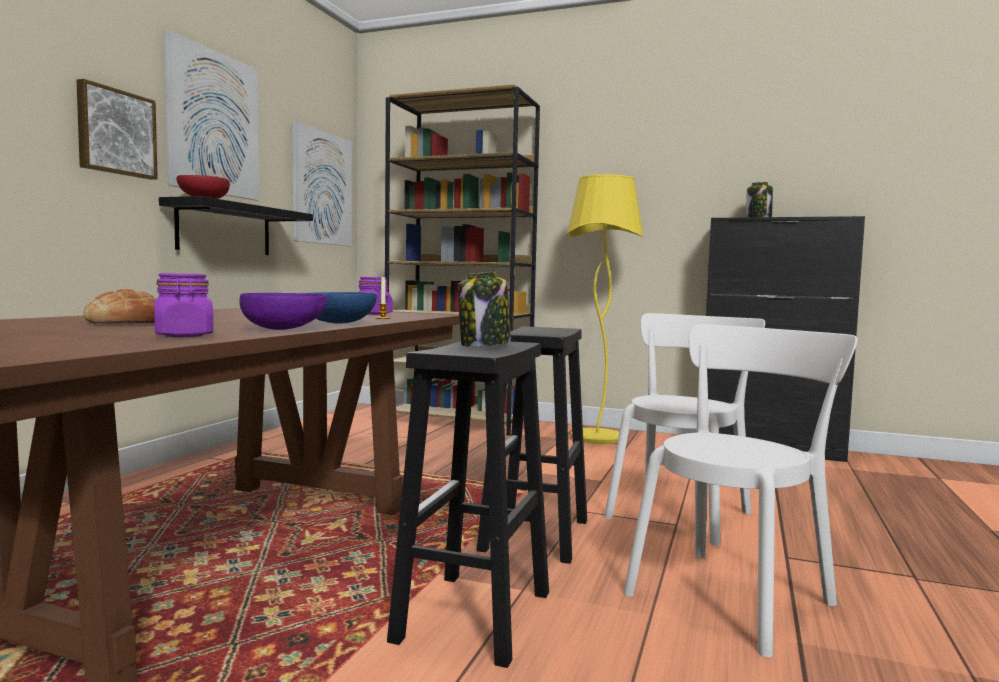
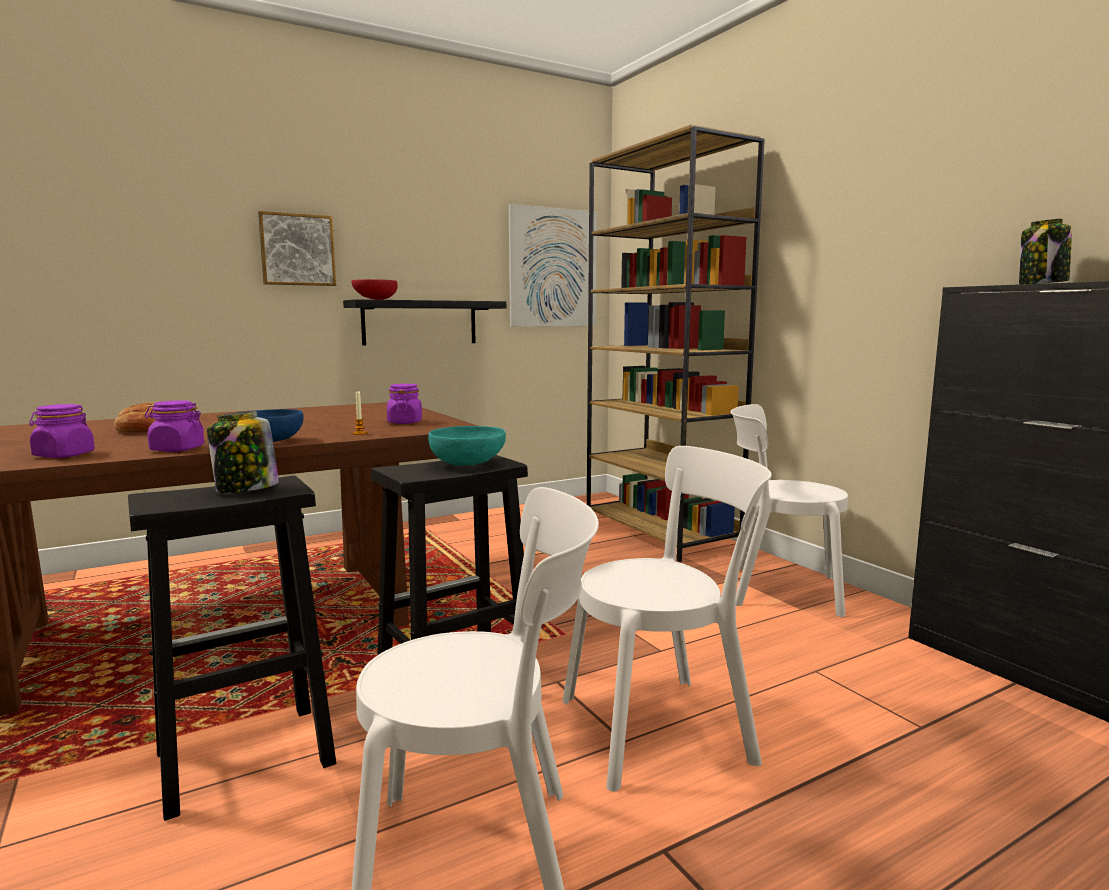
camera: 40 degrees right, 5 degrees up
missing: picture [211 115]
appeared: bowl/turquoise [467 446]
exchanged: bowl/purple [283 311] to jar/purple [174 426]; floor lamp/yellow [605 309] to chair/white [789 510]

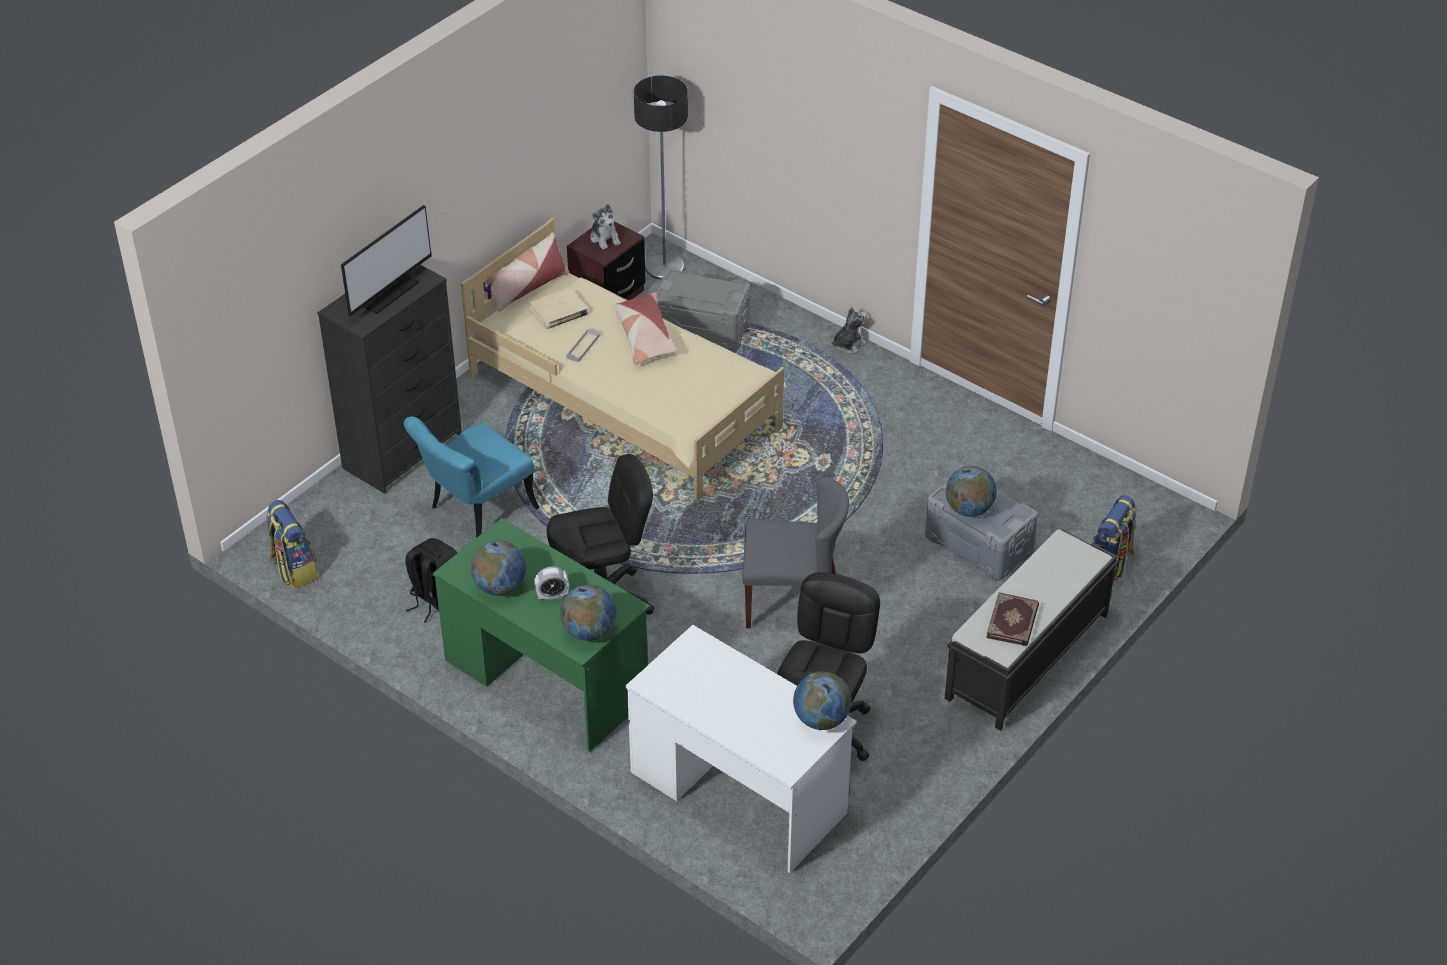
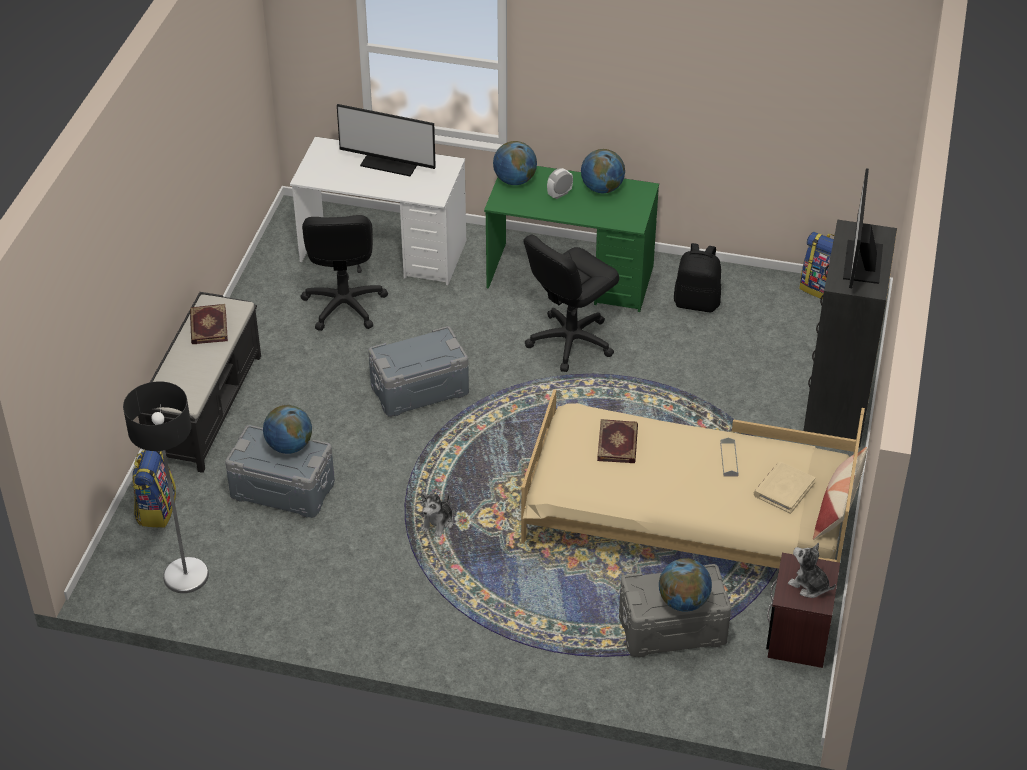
camera: 155 degrees right, 0 degrees up
missing: chair/turquoise [472 477]; pillow [644 328]
appeared: monitor [386 140]; book [617 441]
relocated: floor lamp [661 178] to [166 487]; globe [822 700] to [685 585]; plush toy [849 330] to [437 515]
exchanged: chair/grey [795 552] to storage box/grey [418 371]

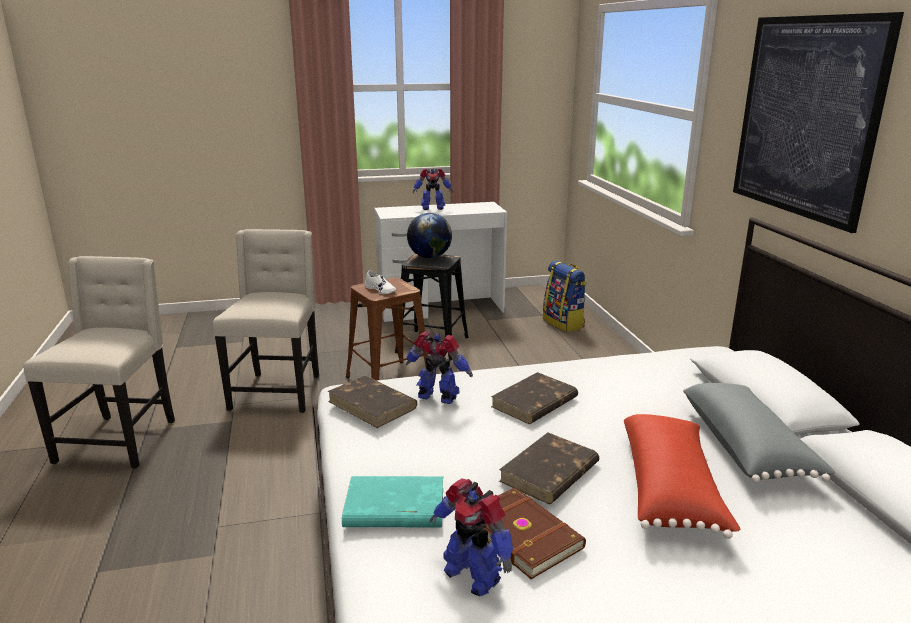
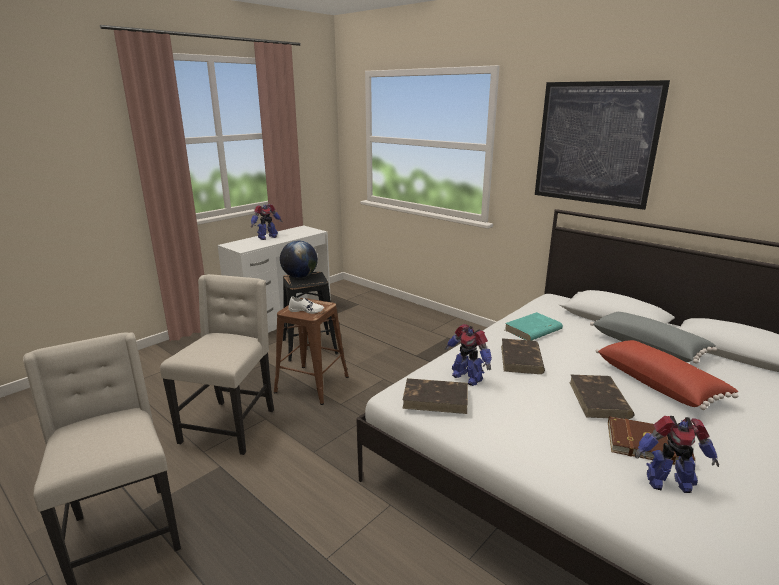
camera: 35 degrees left, 0 degrees up
missing: backpack [565 296]
relocated: book/turquoise [392 501] to [534 326]
spun: chair/beige [266 321] = [217 364] 45 degrees clockwise; toy robot [439 367] = [468 355] 120 degrees counterclockwise

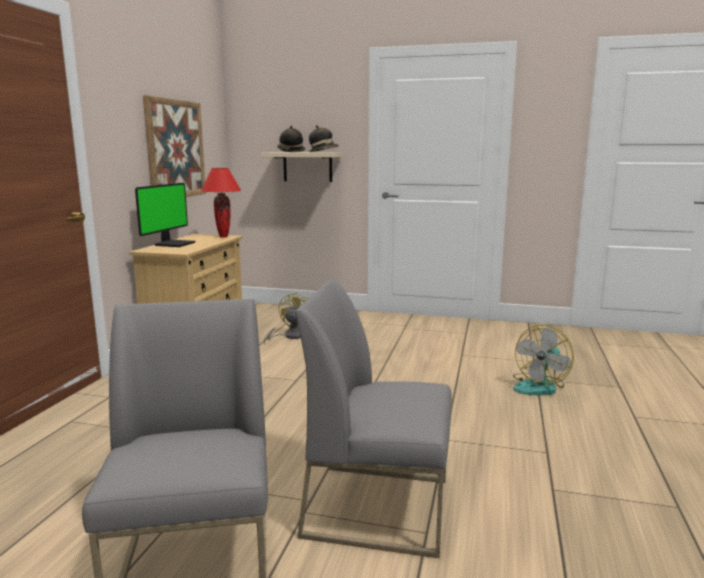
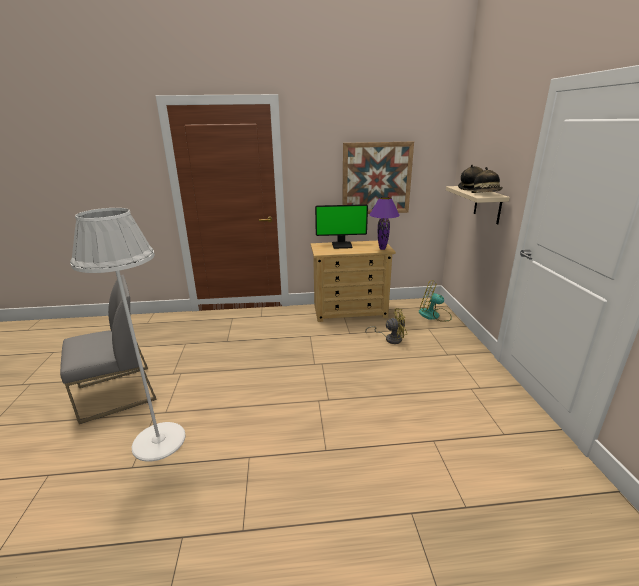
camera: 70 degrees right, 10 degrees up
relocated: fan [543 360] to [435 301]
exchanged: chair/grey [374 418] to floor lamp/white [128 335]
colour: table lamp/red [221 203] to table lamp/purple [384 223]

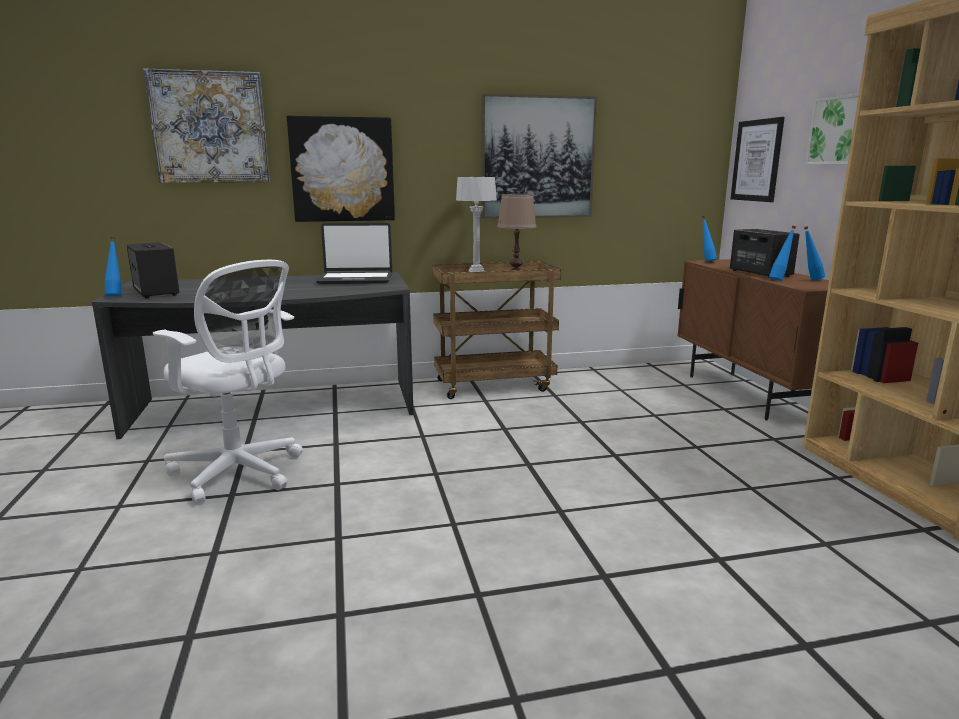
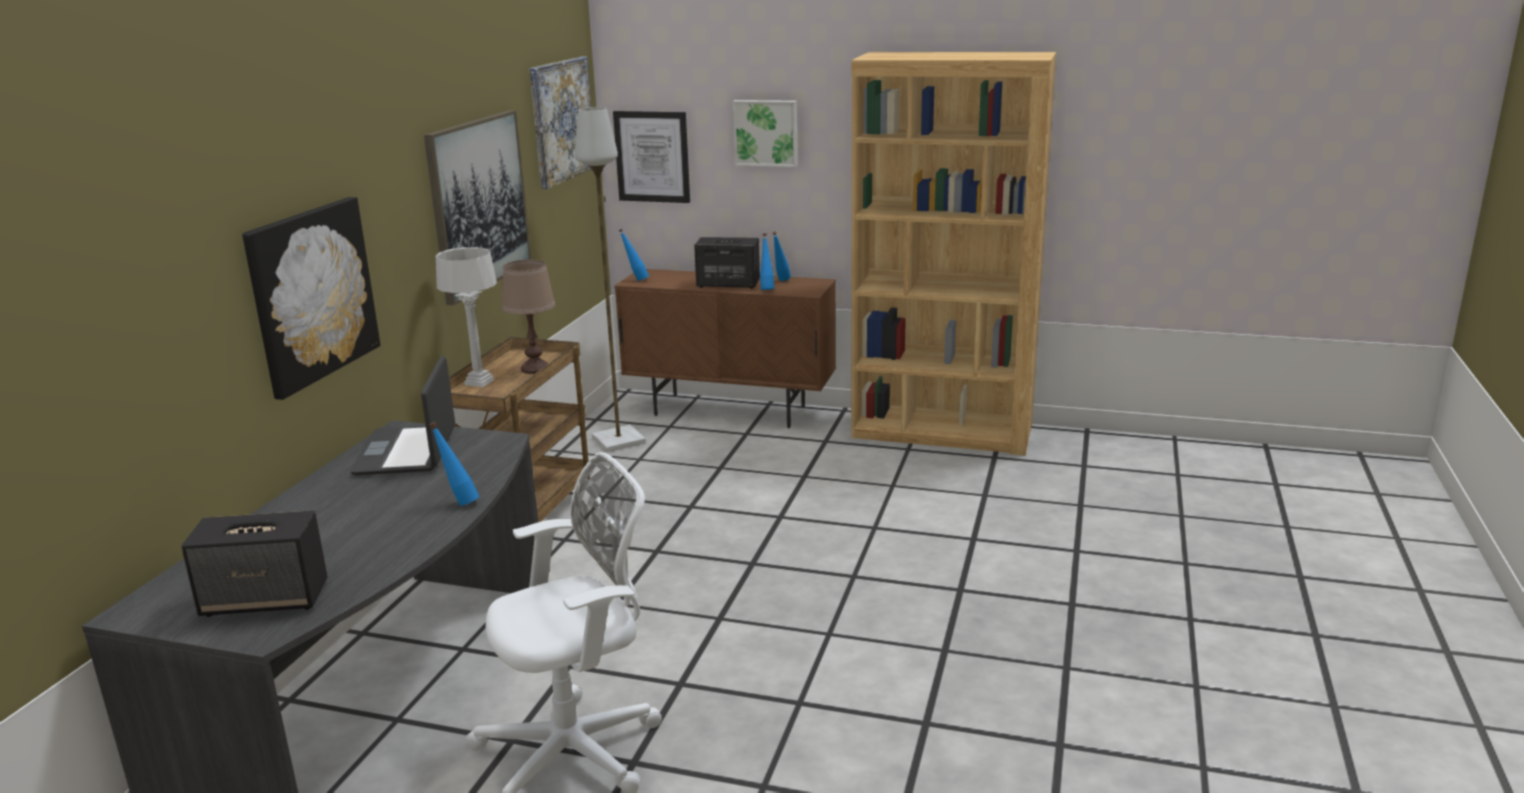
camera: 60 degrees left, 5 degrees up
appeared: floor lamp/grey [610 279]
relocated: bottle/blue [113 266] to [454 464]; picture [206 125] to [560 122]
spun: laptop [354 253] = [403 415] 150 degrees clockwise

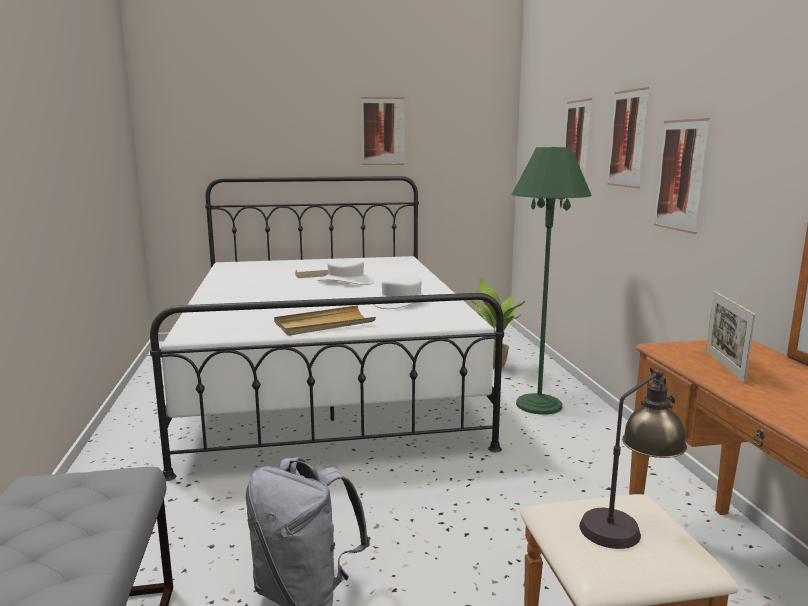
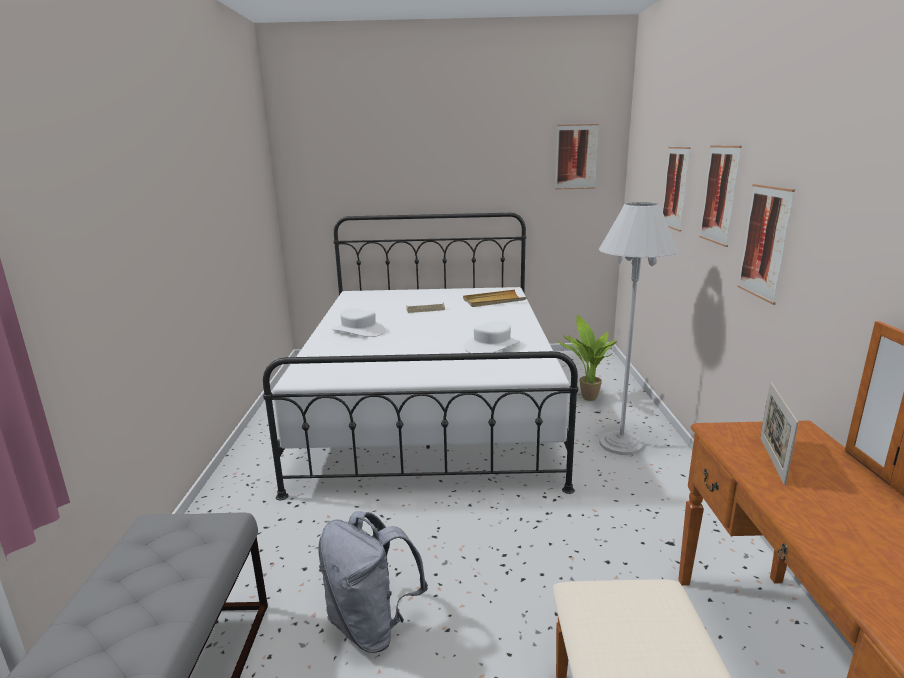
camera: 10 degrees right, 5 degrees up
missing: table lamp [633 458]
relocated: tray/beige [325 320] to [495 298]; hat/white [345 272] to [358 322]; picture [382 131] to [577 157]
colour: floor lamp/green [551 281] to floor lamp/white [638 328]

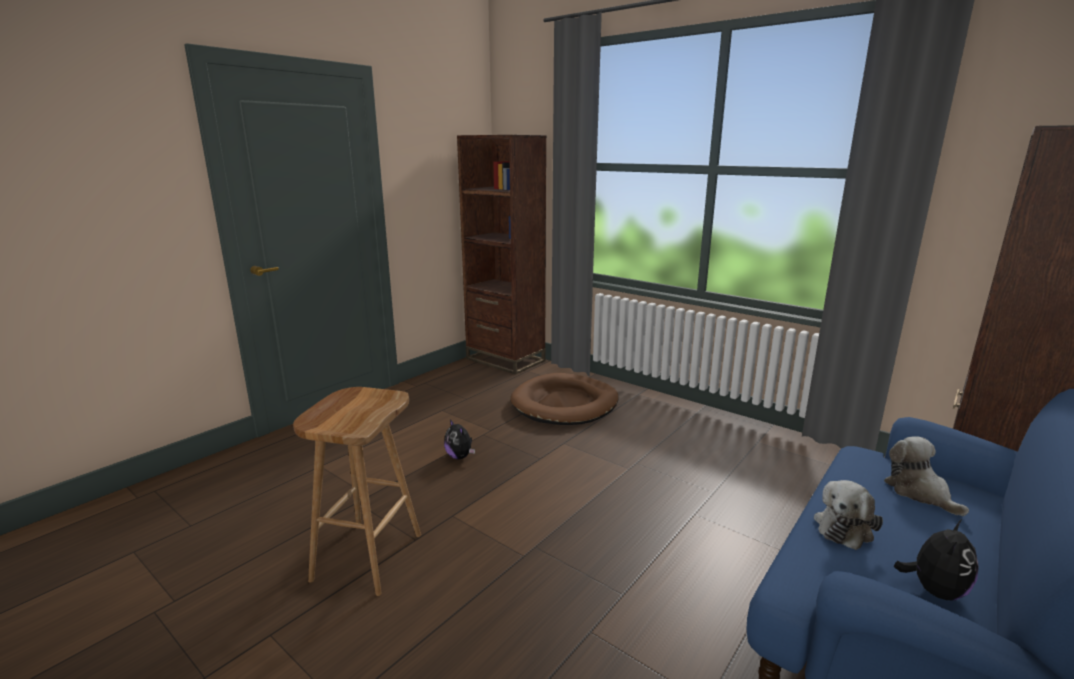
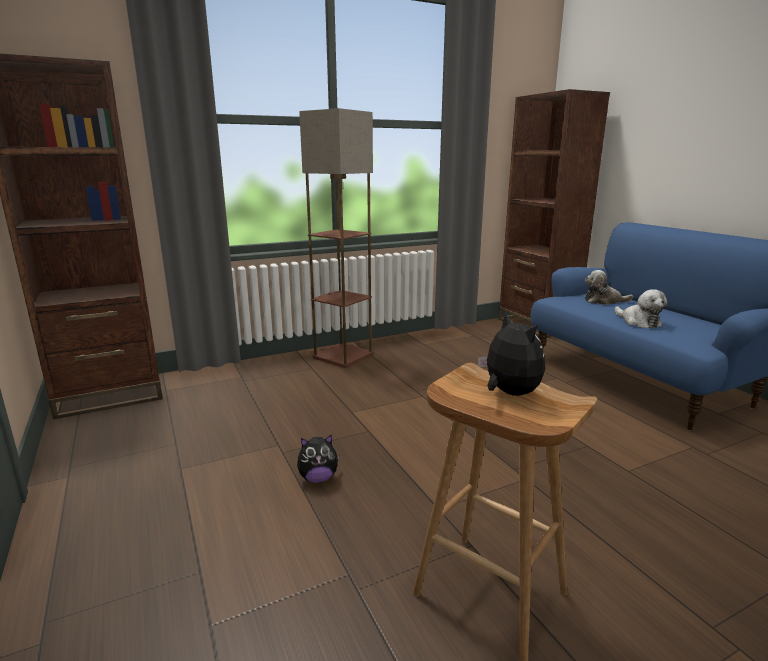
camera: 65 degrees left, 0 degrees up
missing: dog bed/brown [564 399]
appeared: floor lamp [336 238]
relocated: plush toy [936 559] to [511 354]

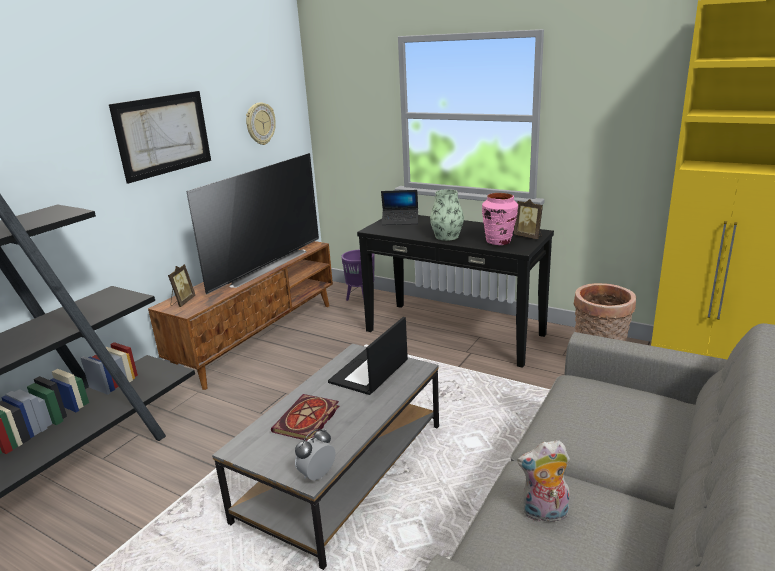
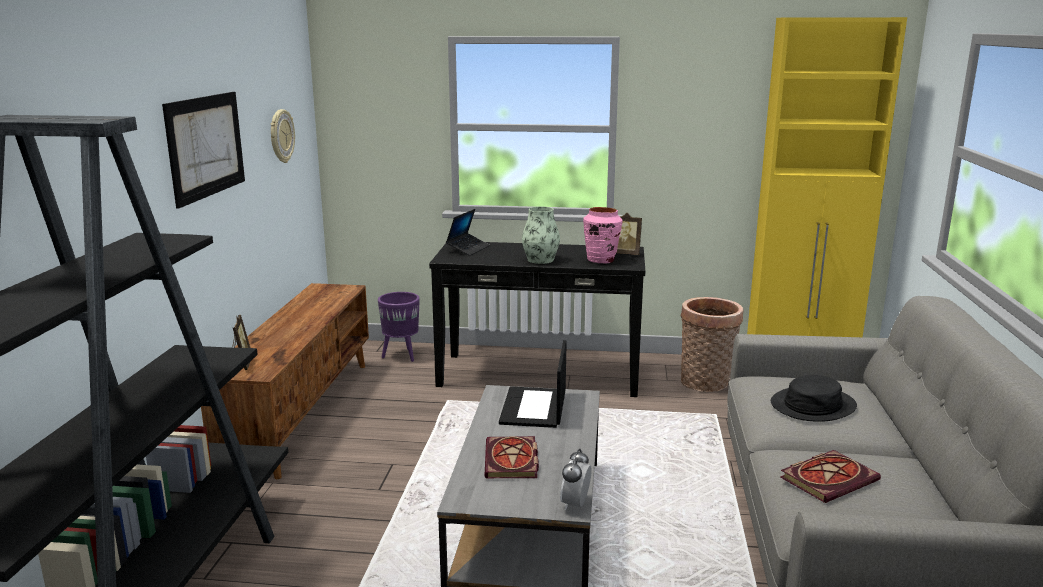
camera: 25 degrees left, 5 degrees down
missing: television [252 224]
appeared: hat/black [814 398]
exchanged: plush toy [543 481] to book [830 476]
spun: laptop [399 207] = [468 232] 45 degrees counterclockwise

